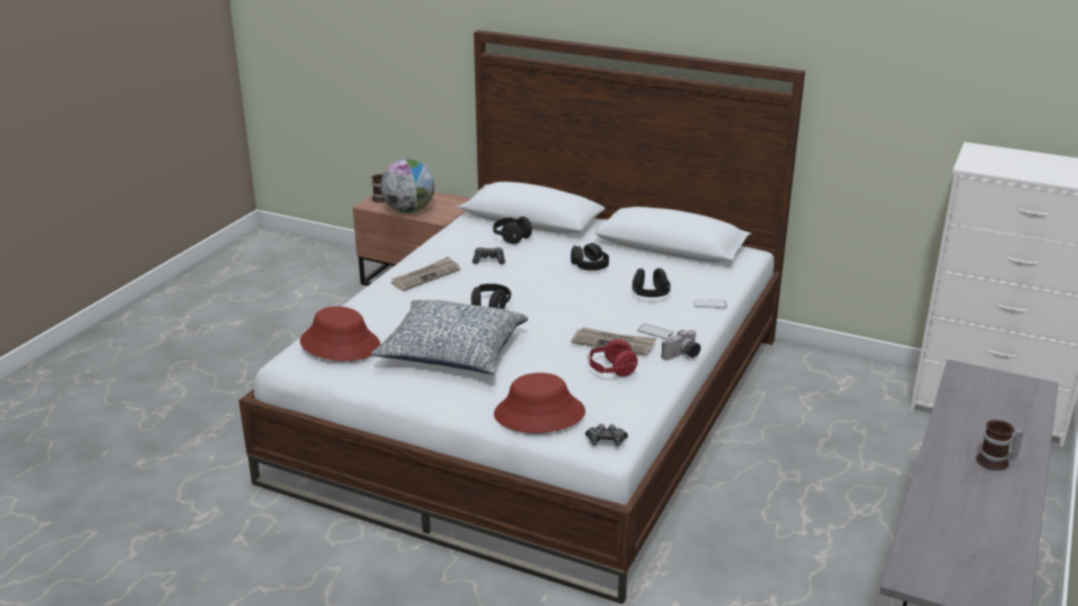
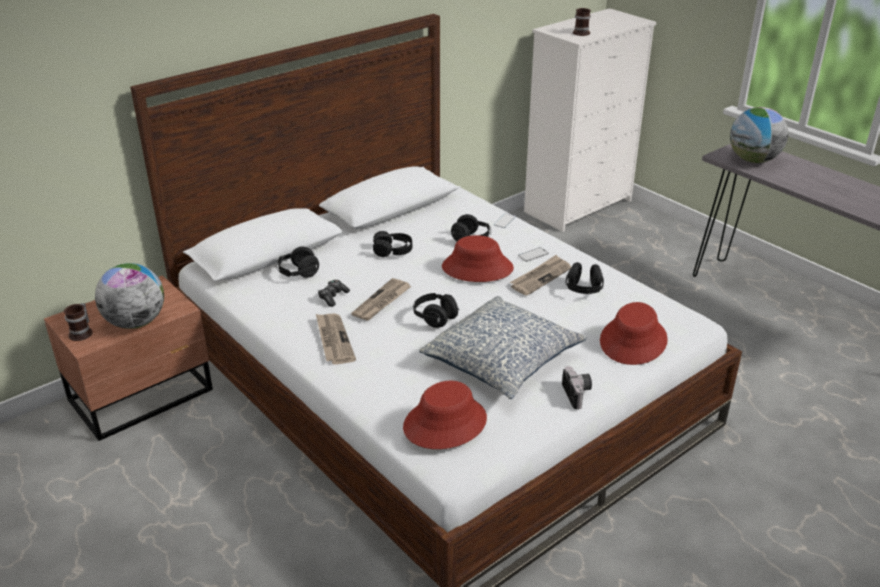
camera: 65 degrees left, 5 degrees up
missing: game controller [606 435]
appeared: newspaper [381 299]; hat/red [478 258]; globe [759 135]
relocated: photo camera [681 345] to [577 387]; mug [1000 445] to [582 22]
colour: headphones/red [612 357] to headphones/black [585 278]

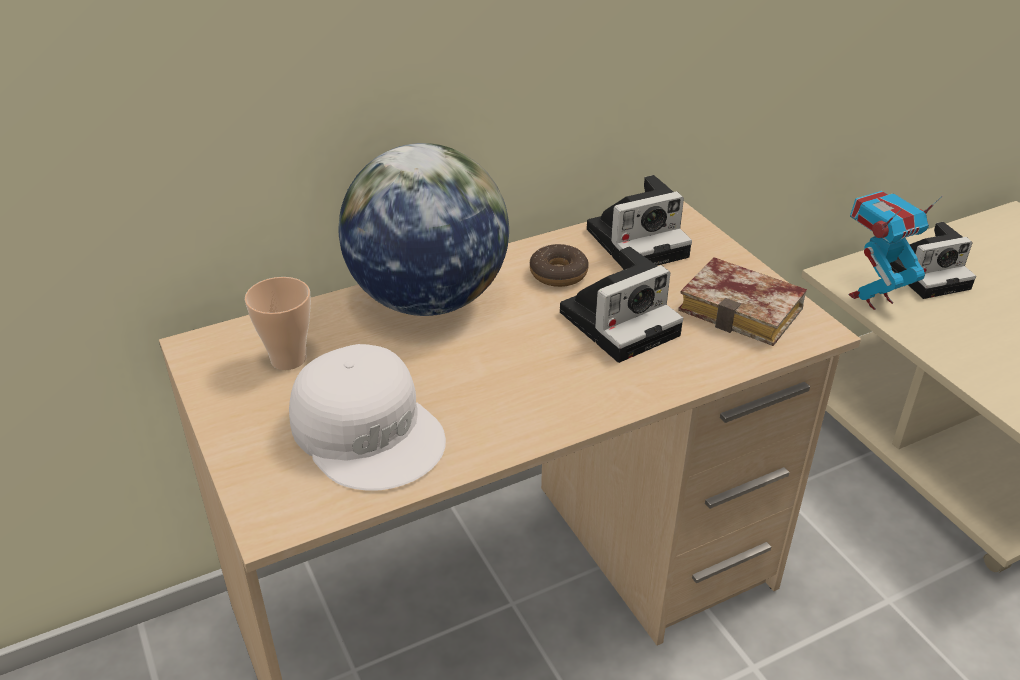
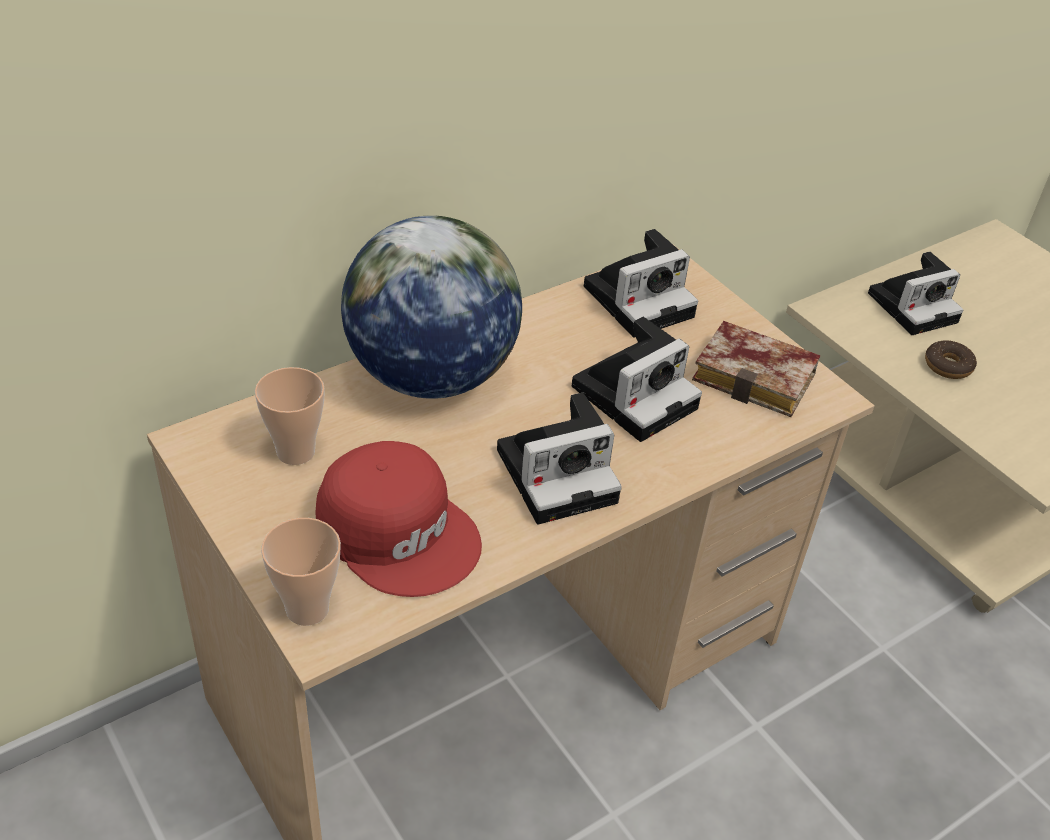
camera: 10 degrees left, 5 degrees up
missing: toy robot [896 250]
appeared: cup [301 572]; photo camera [559 458]
relocated: donut [559 265] to [951 359]
colour: cap/white [367 417] to cap/red [398 519]

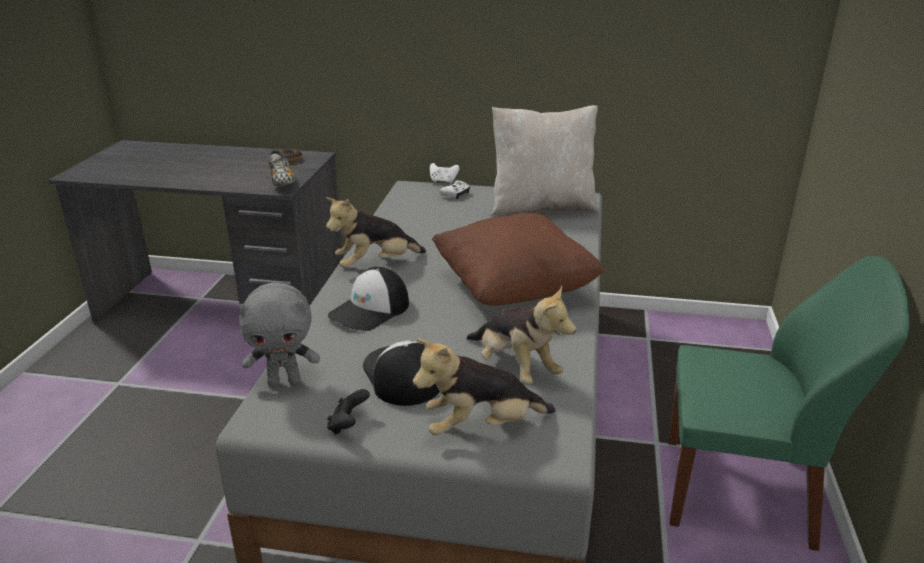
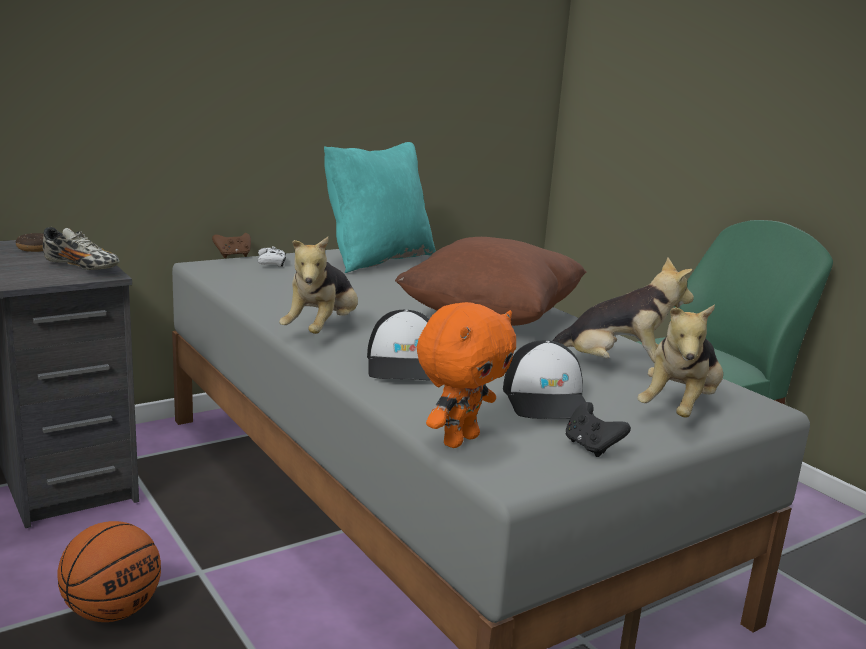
camera: 45 degrees left, 10 degrees down
appeared: basketball [109 571]
colour: plush toy/grey [278 334] to plush toy/orange [466 375]; game controller/white [445 173] to game controller/brown [231 245]; pillow/beige [544 160] to pillow/turquoise [380 207]
spun: cap [401 373] = [548 379] 120 degrees counterclockwise

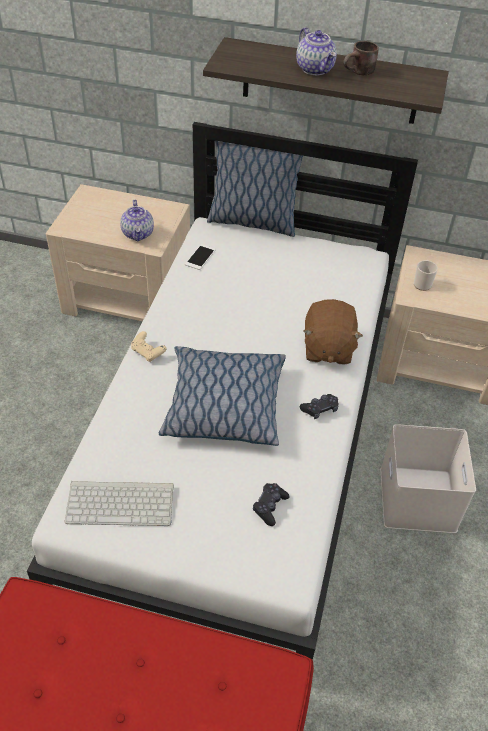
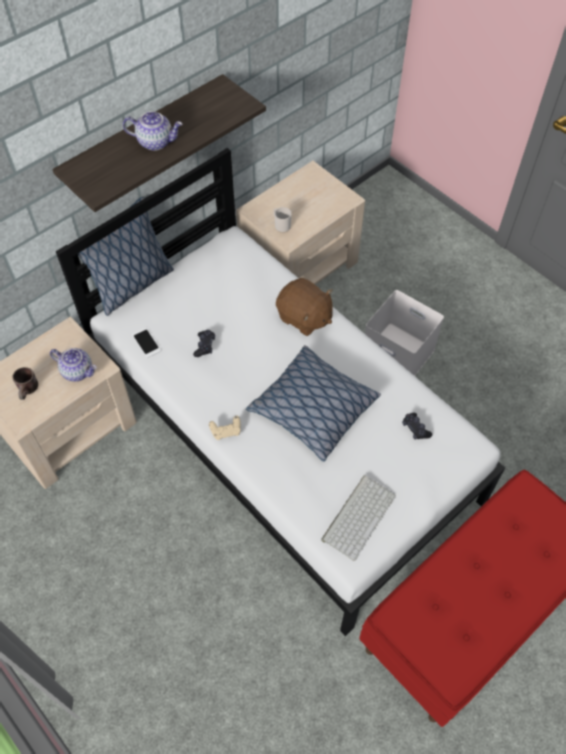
camera: 55 degrees left, 10 degrees up
relocated: game controller/black [319 406] to [204 343]; mug/brown [361 58] to [25 383]

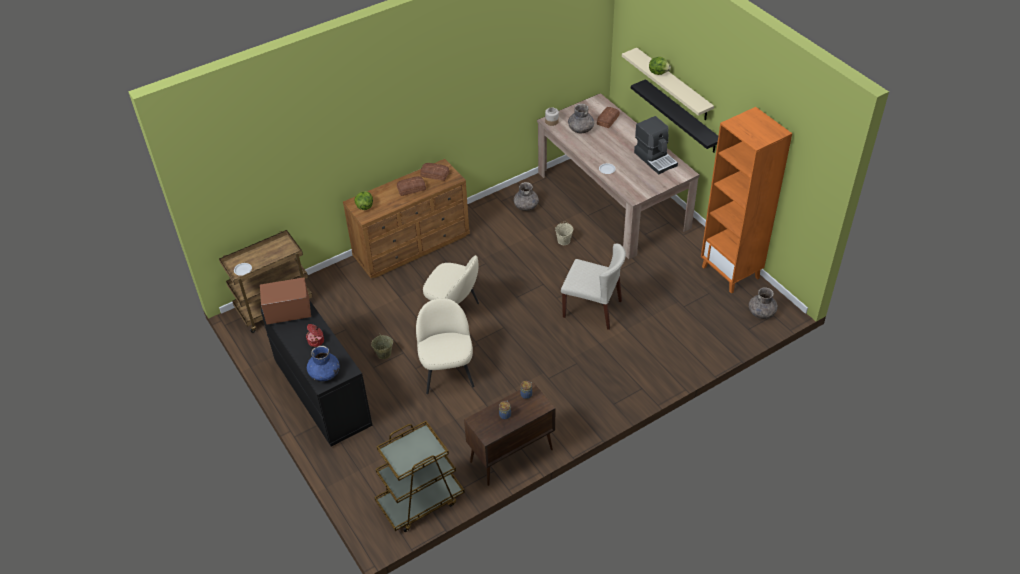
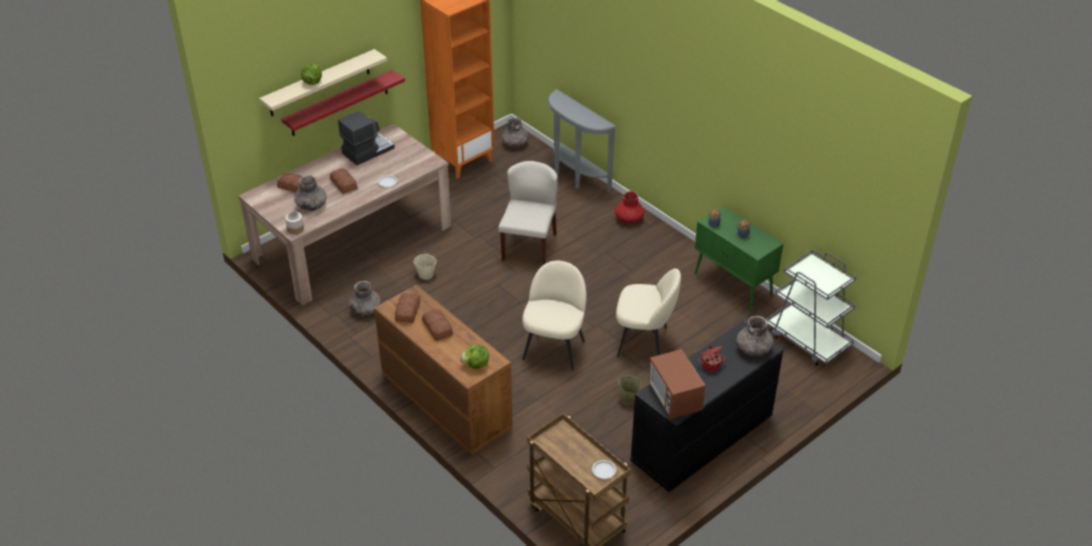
camera: 100 degrees left, 5 degrees down
appeared: bread [344 181]; console table/grey [582 140]; vase/red [629 207]
colour: vase/blue [323 363] to vase/grey [755 336]; cart/brown [419 476] to cart/grey [811 307]; cabinet/brown [509 434] to cabinet/green [739 259]; shelf/black [674 116] to shelf/red [343 103]
spun: chair/beige [445 346] = [648 312] 150 degrees counterclockwise

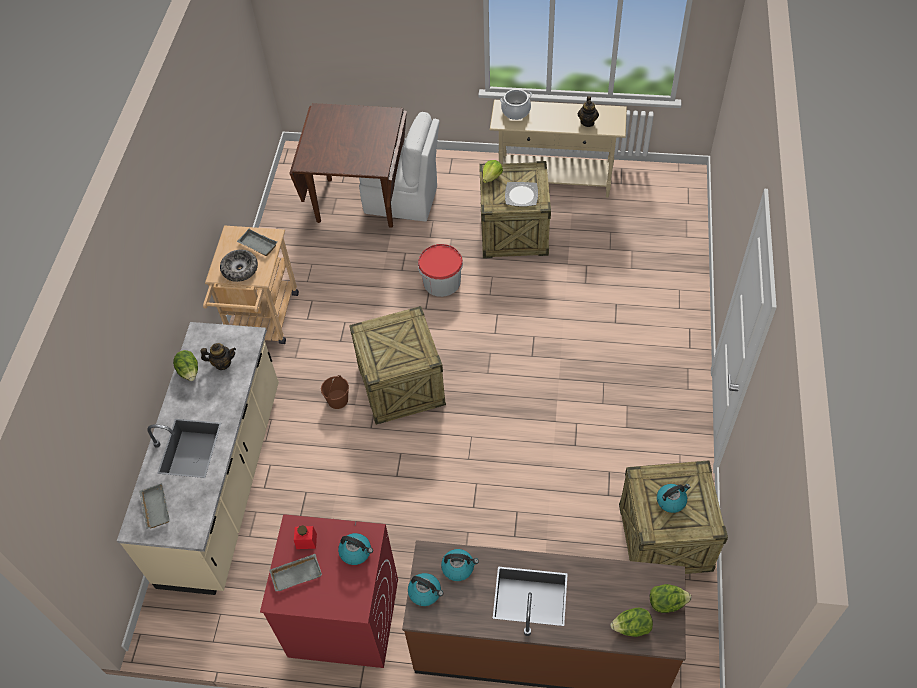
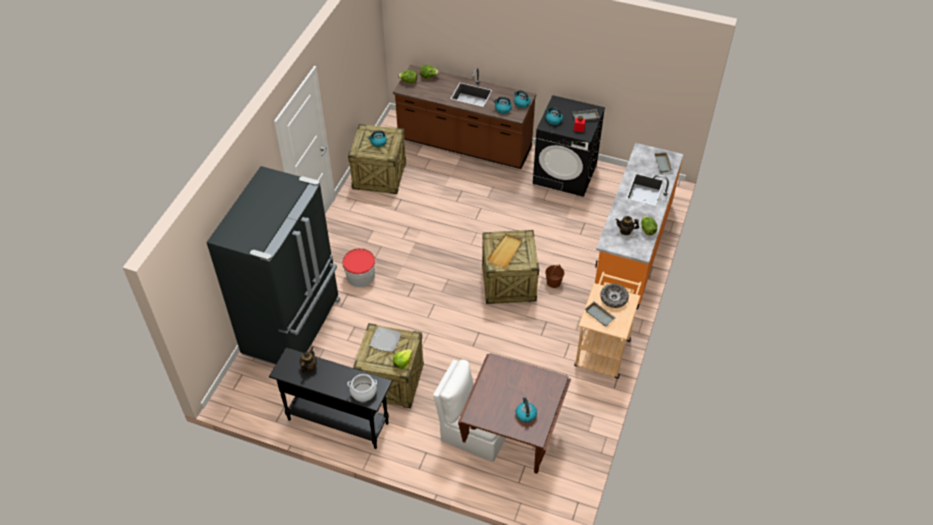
camera: 170 degrees left, 5 degrees down
appeared: fridge/black [273 265]; tray/beige [505 251]; kettle [526 410]
relocated: bucket [440 270] to [359 267]
colour: counter/beige [198 458] to counter/orange [639 226]; washing machine/red [329 591] to washing machine/black [569 146]; console table/beige [558 149] to console table/black [331 398]

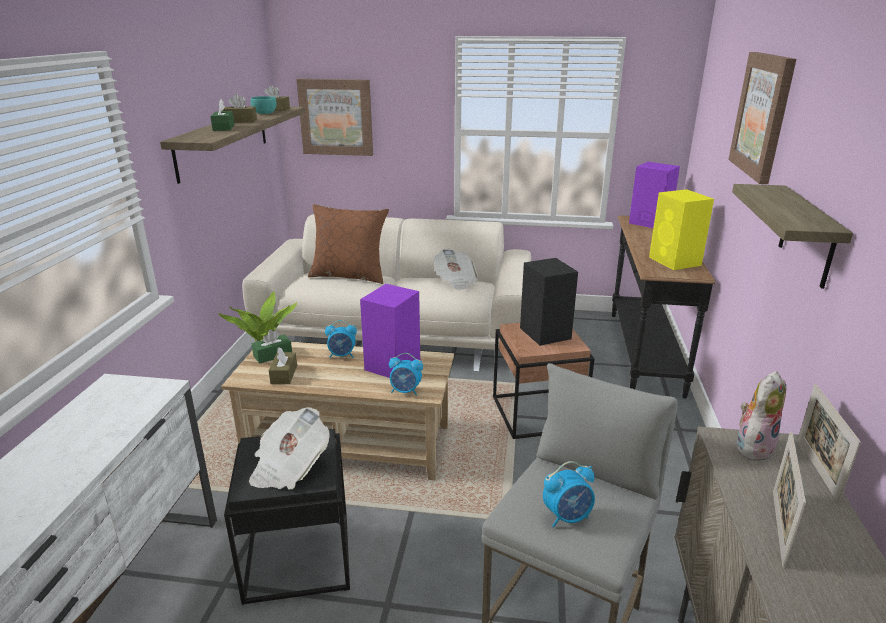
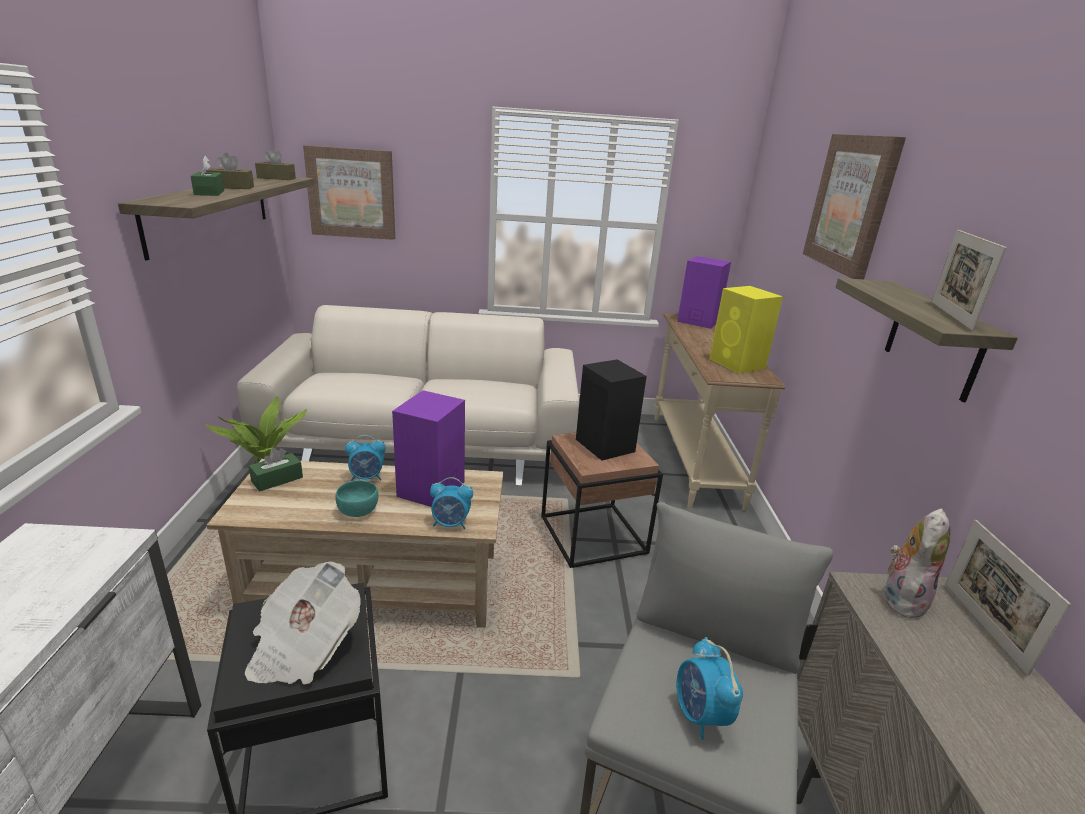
camera: 10 degrees left, 0 degrees up
missing: tissue box/brown [283 365]; pillow/brown [348 244]; newspaper [456 269]
relocated: bowl/turquoise [264 105] to [357 498]; picture frame [789 500] to [969 280]
colour: console table/black [663 307] to console table/beige [719 412]
spun: alarm clock [569 494] = [710 688] 105 degrees clockwise

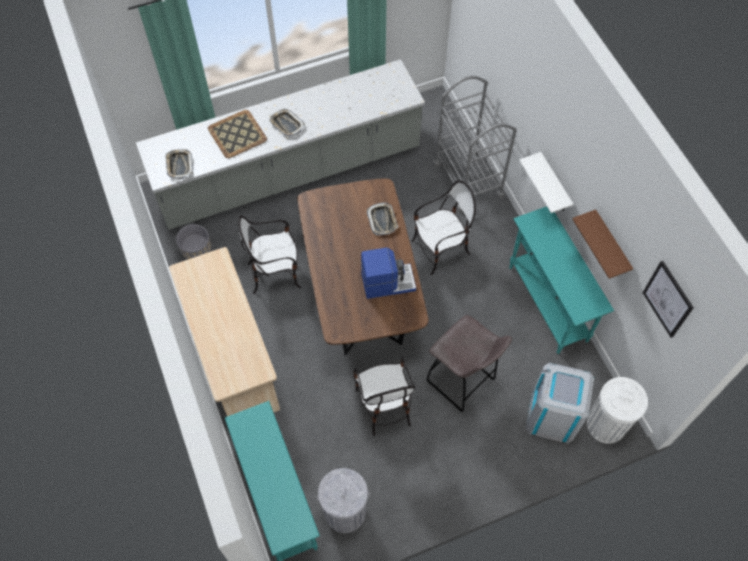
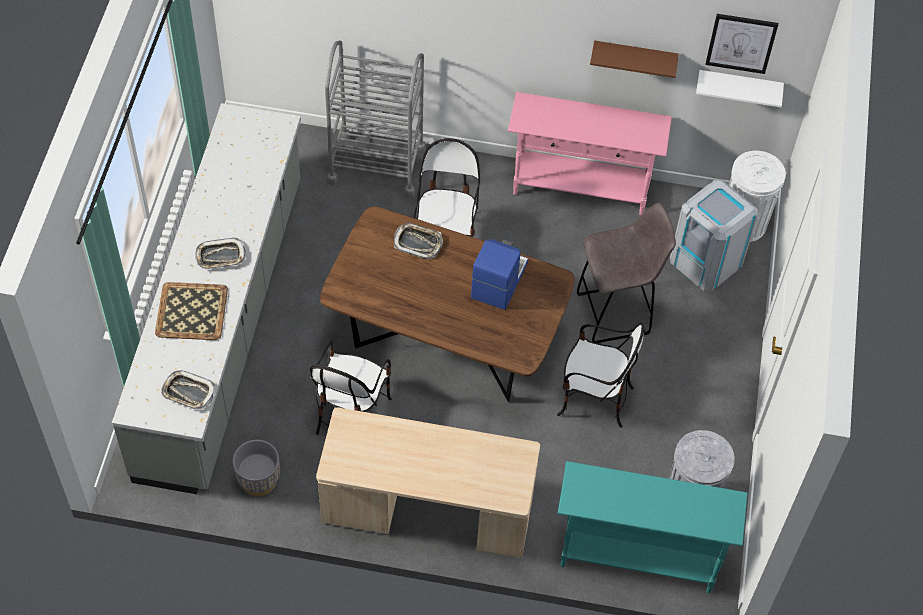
camera: 60 degrees left, 5 degrees down
relocated: shelf/white [546 182] to [740 88]
colour: console table/turquoise [561 280] to console table/pink [590 153]

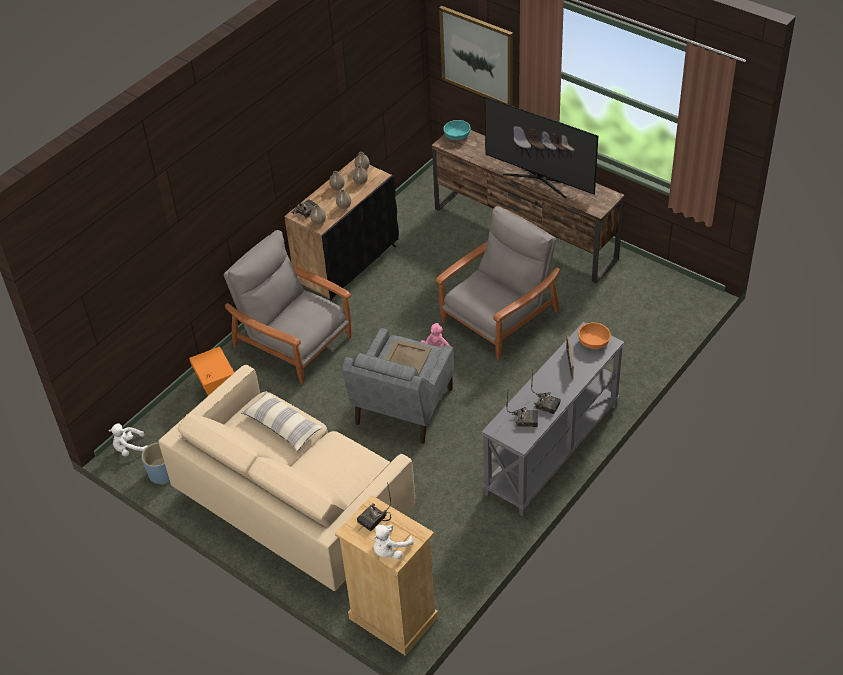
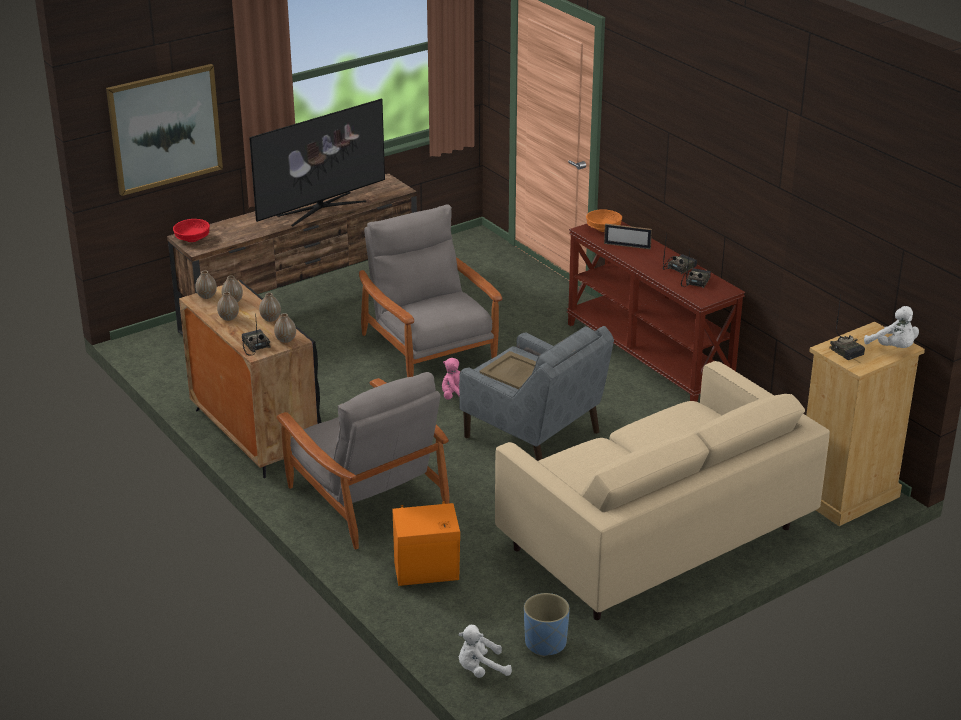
camera: 75 degrees left, 15 degrees down
missing: pillow [282 421]
colour: bowl/turquoise [457 130] to bowl/red [191 230]; console table/grey [553 419] to console table/brown [656 311]
spun: plush toy/white [128 440] = [485 651] 75 degrees clockwise; armchair/grey [287 307] = [362 461] 90 degrees counterclockwise

